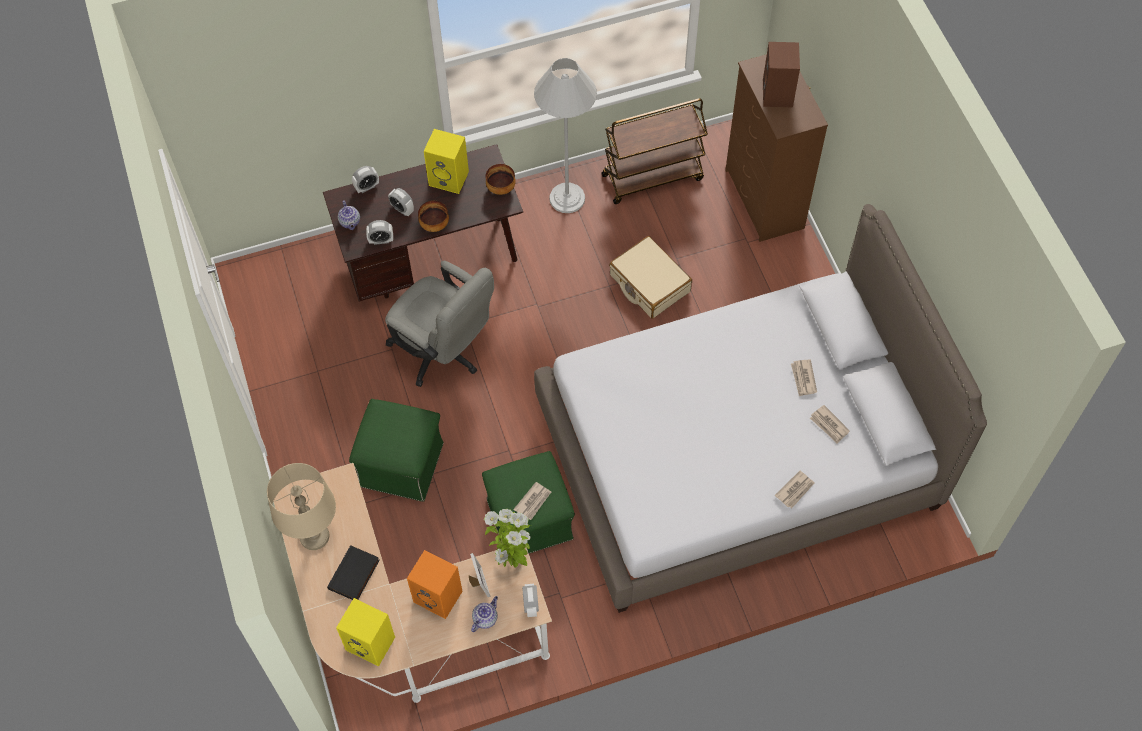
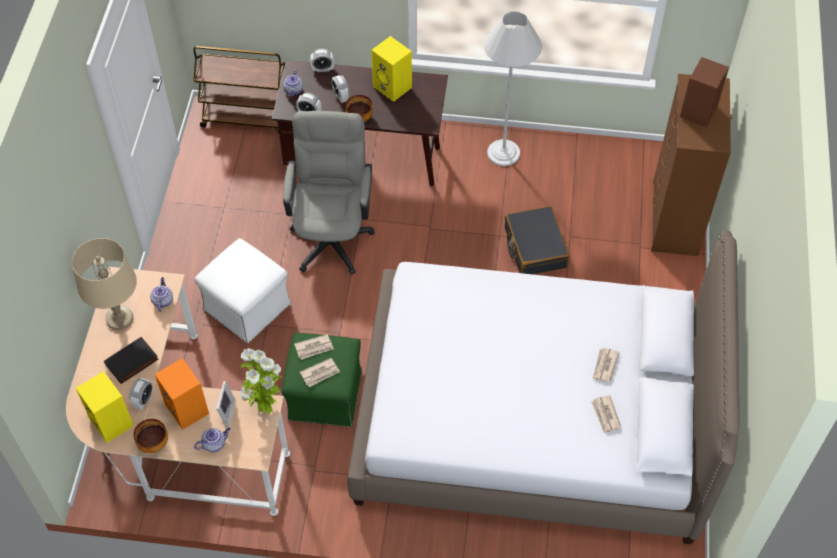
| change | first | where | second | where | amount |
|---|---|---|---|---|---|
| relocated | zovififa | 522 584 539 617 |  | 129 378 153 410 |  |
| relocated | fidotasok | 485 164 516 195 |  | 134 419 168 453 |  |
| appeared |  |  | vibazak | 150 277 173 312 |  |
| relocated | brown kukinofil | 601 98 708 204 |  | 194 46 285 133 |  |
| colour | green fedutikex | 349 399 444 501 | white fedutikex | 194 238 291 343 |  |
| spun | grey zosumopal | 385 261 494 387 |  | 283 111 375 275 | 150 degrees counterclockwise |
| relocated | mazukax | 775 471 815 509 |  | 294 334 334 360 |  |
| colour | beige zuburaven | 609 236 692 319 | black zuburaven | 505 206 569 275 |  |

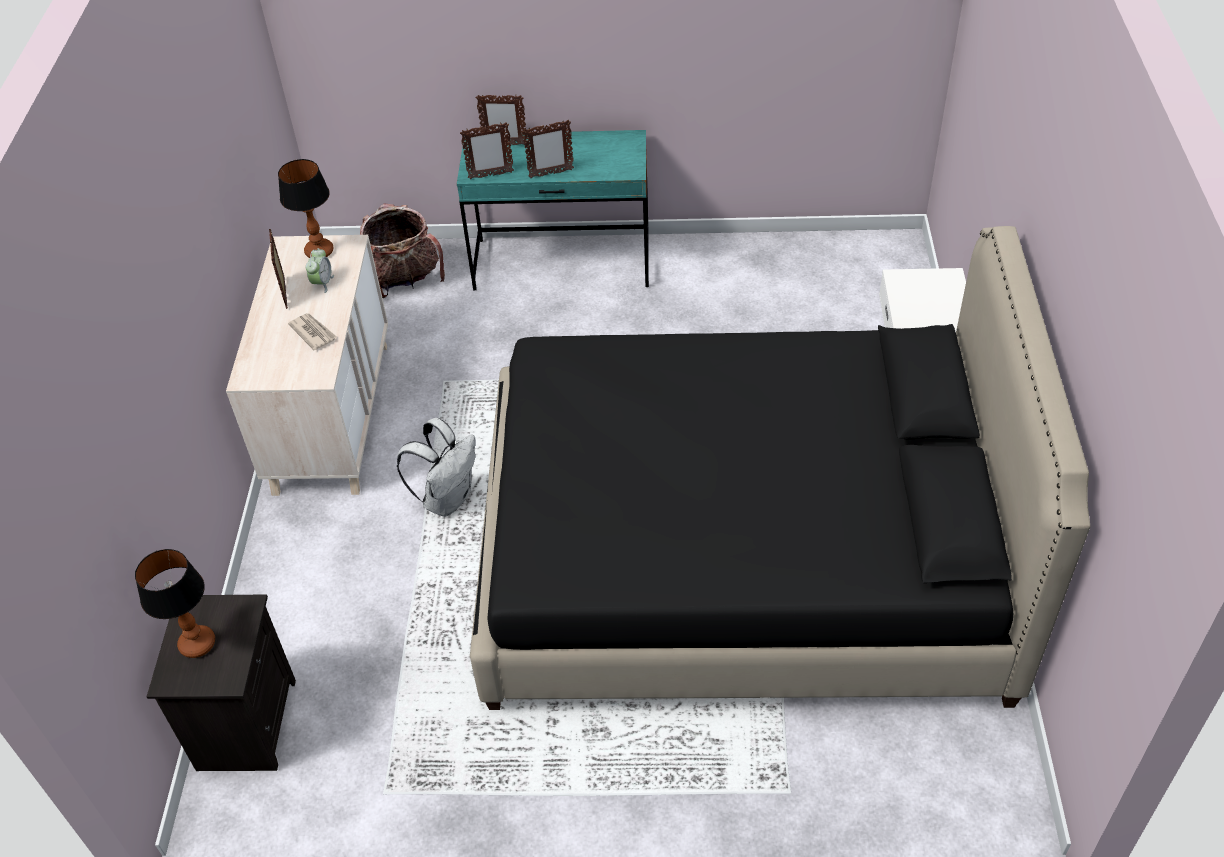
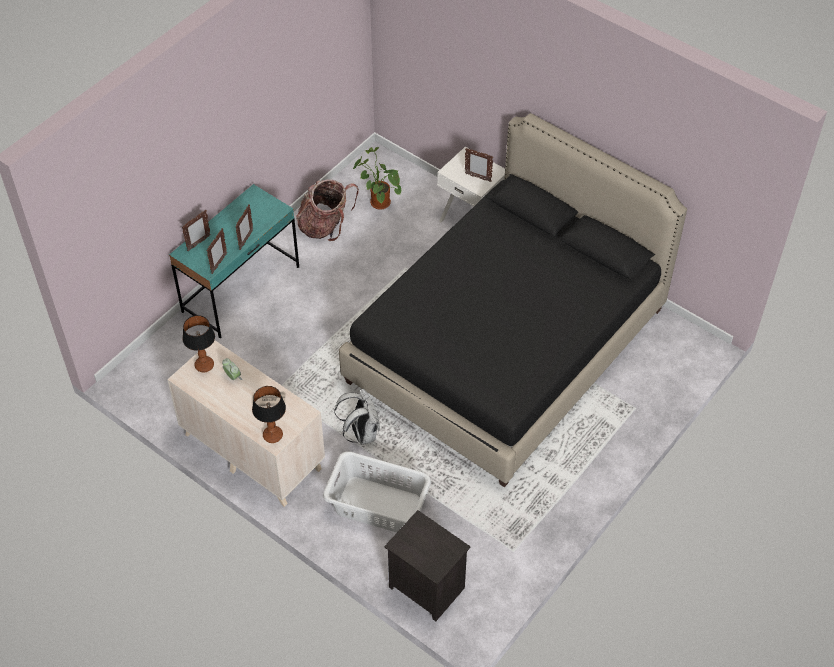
| change | first | where | second | where | amount |
|---|---|---|---|---|---|
| relocated | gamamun | 135 549 215 658 |  | 252 386 286 443 |  |
| relocated | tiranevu | 360 204 445 298 |  | 296 179 359 241 |  |
| appeared |  |  | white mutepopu | 323 451 431 533 |  |
| appeared |  |  | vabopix | 353 147 401 210 |  |
| relocated | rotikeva | 269 229 288 309 |  | 465 148 493 182 |  |

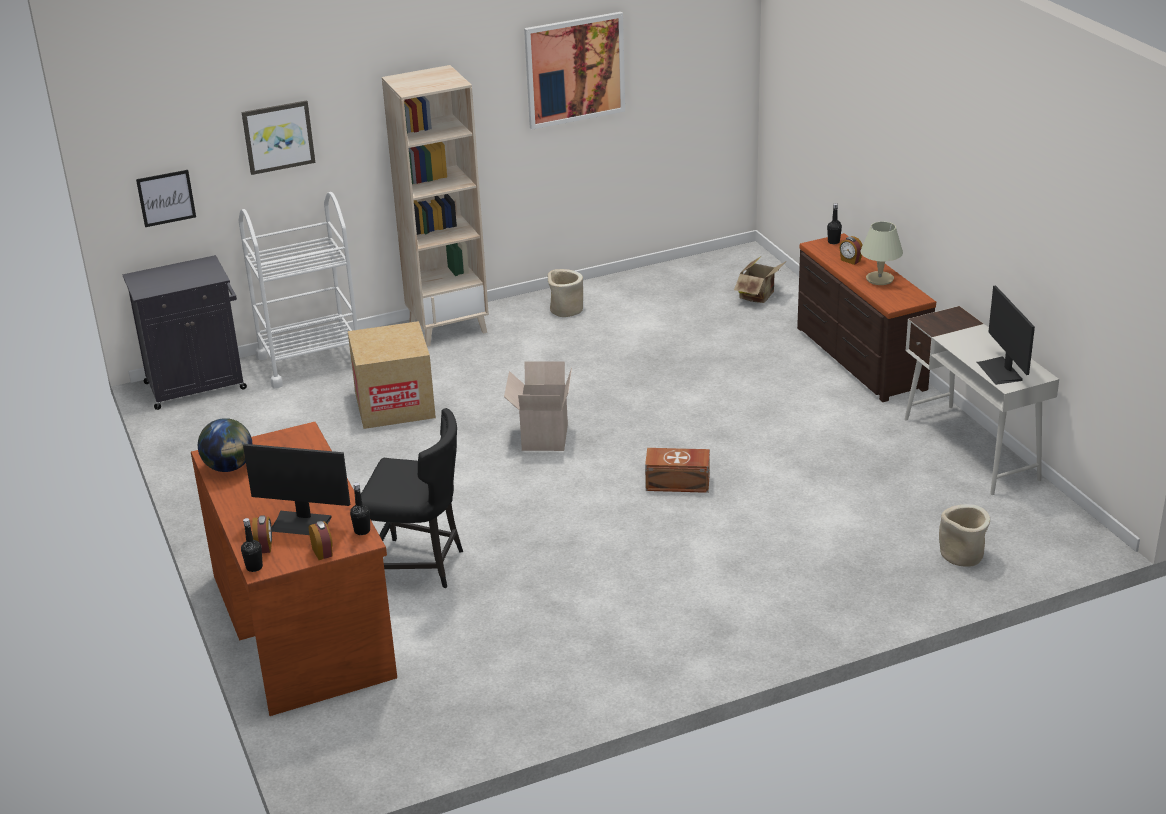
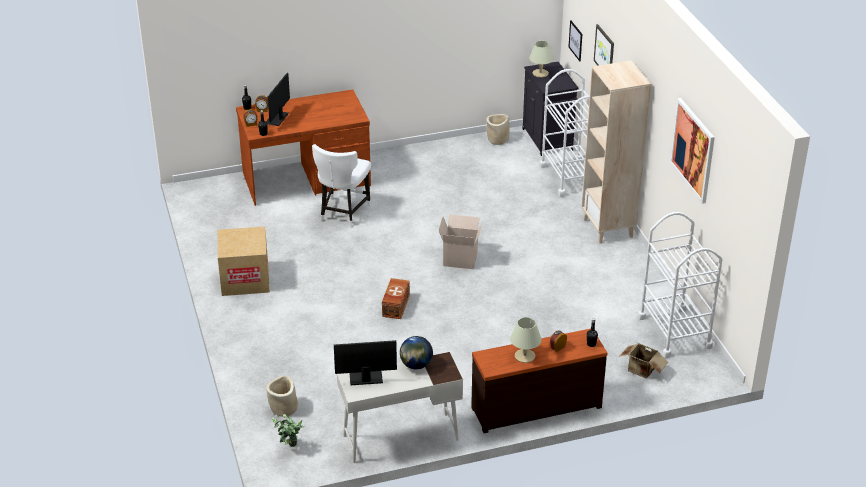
| change | first | where | second | where | amount |
|---|---|---|---|---|---|
| relocated | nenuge | 348 321 436 429 |  | 218 226 270 296 |  |
| appeared |  |  | vabopix | 272 414 304 447 |  |
| colour | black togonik | 361 408 463 588 | white togonik | 312 144 371 227 |  |
| relocated | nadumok | 198 418 252 472 |  | 400 336 433 369 |  |
| relocated | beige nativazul | 547 269 583 317 |  | 486 114 510 145 |  |
| appeared |  |  | beige gamamun | 529 41 554 78 |  |
| appeared |  |  | white kukinofil | 638 212 723 358 |  |

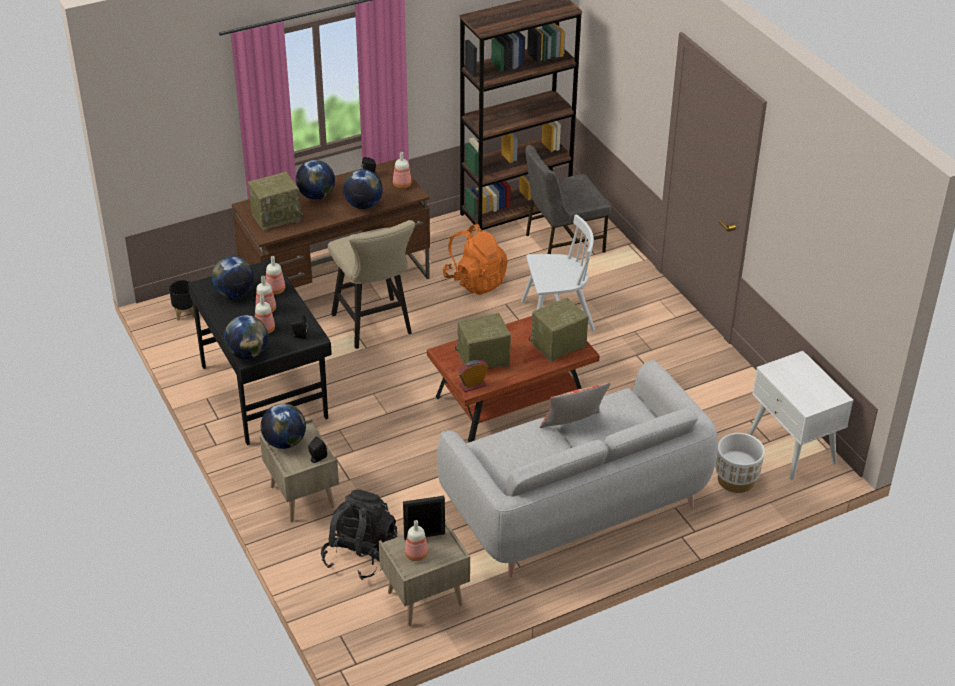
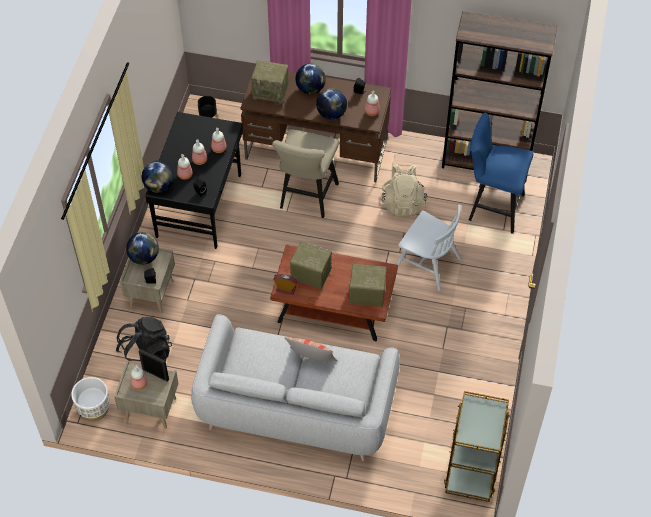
| change | first | where | second | where | amount |
|---|---|---|---|---|---|
| relocated | white nativazul | 716 433 765 493 |  | 71 377 110 421 |  |
| colour | orange tiranevu | 443 224 508 295 | beige tiranevu | 382 164 427 217 |  |
| exchanged | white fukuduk | 748 351 853 480 | brown kukinofil | 444 391 510 502 |  |
| exchanged | grey togonik | 525 145 611 254 | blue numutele | 469 113 533 234 |  |
| missing | nadumok | 211 256 254 299 |  |  |  |

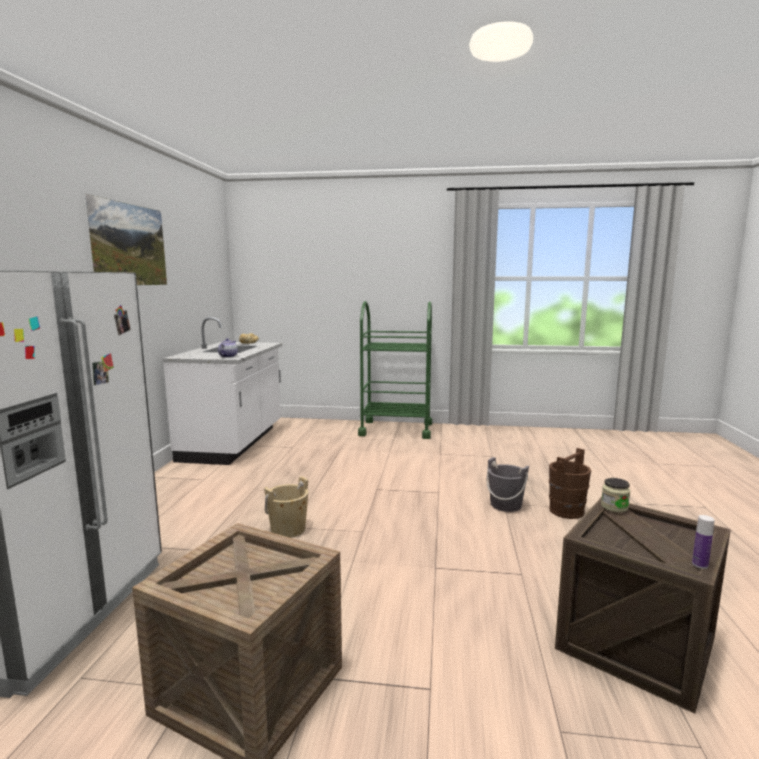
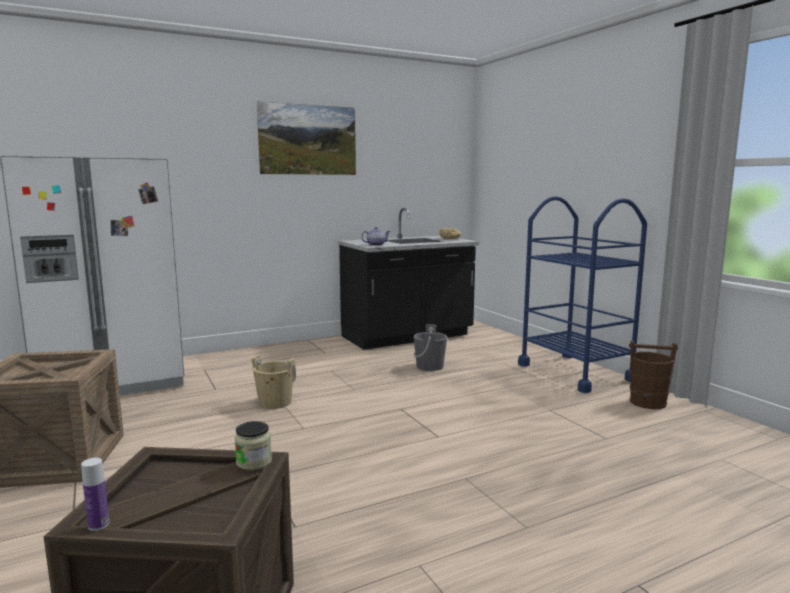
| change | first | where | second | where | amount |
|---|---|---|---|---|---|
| colour | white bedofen | 162 317 282 465 | black bedofen | 338 208 479 350 |  |
| relocated | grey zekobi | 487 457 529 512 |  | 413 325 447 371 |  |
| colour | green kukinofil | 358 301 432 439 | blue kukinofil | 518 196 647 393 |  |
| relocated | brown zekobi | 549 448 591 519 |  | 629 340 678 409 |  |

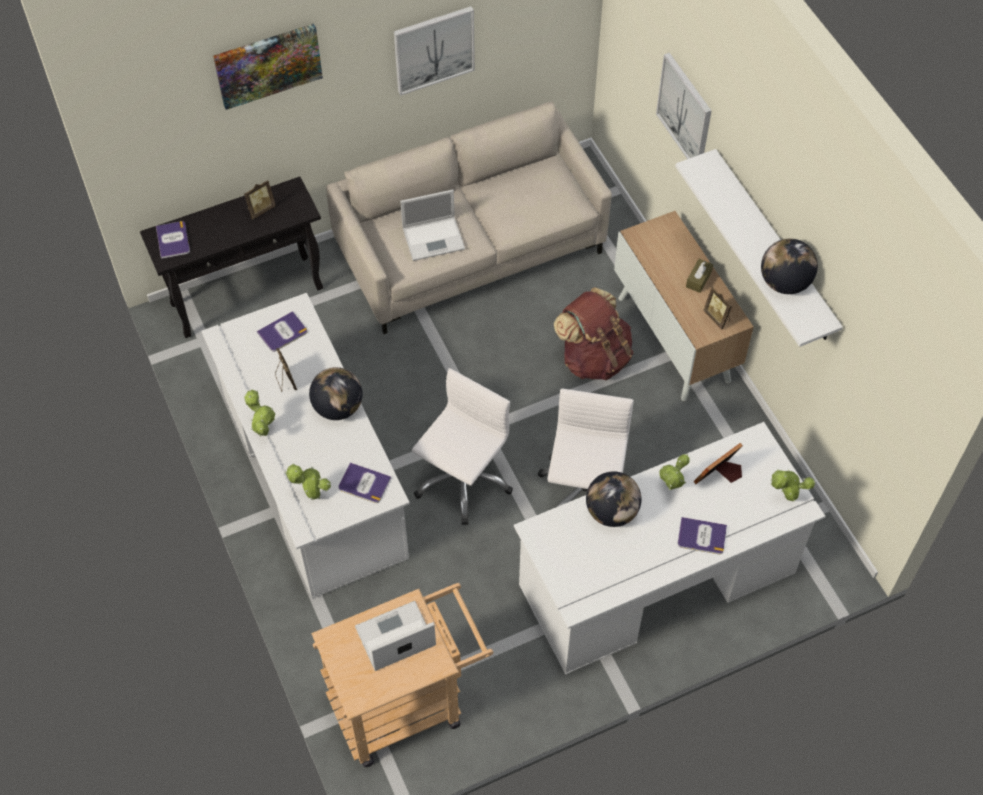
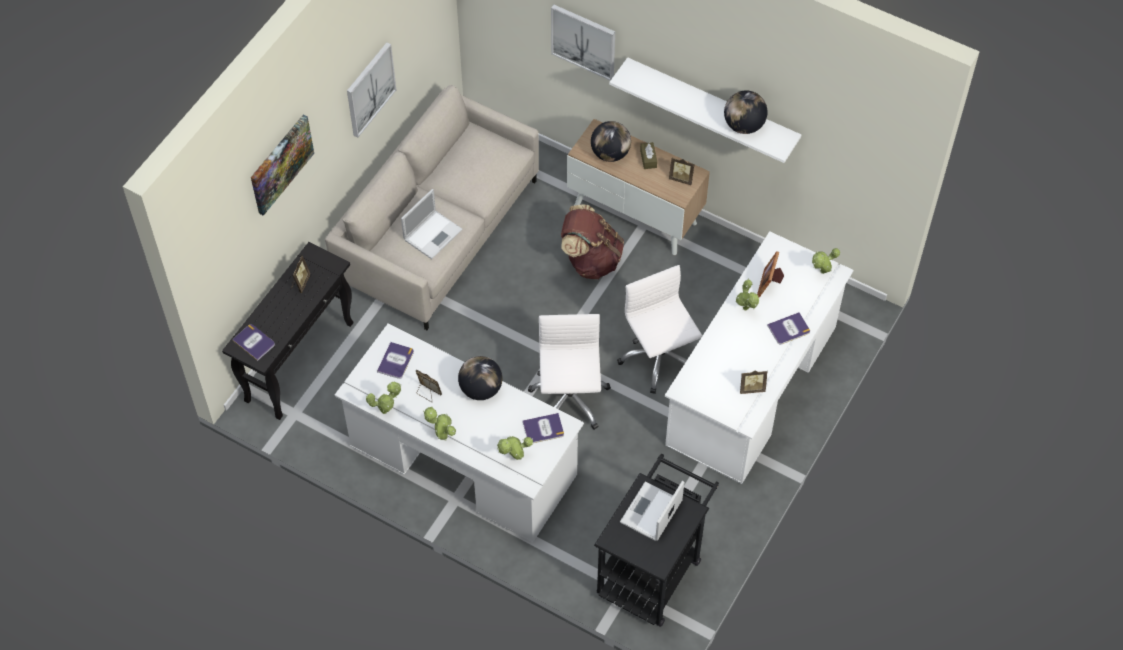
| change | first | where | second | where | amount |
|---|---|---|---|---|---|
| appeared |  |  | vabopix | 366 382 401 414 |  |
| relocated | nadumok | 586 471 641 527 |  | 591 121 631 162 |  |
| colour | beige kukinofil | 311 583 494 767 | black kukinofil | 594 454 719 627 |  |
| appeared |  |  | rotikeva | 740 371 768 394 |  |

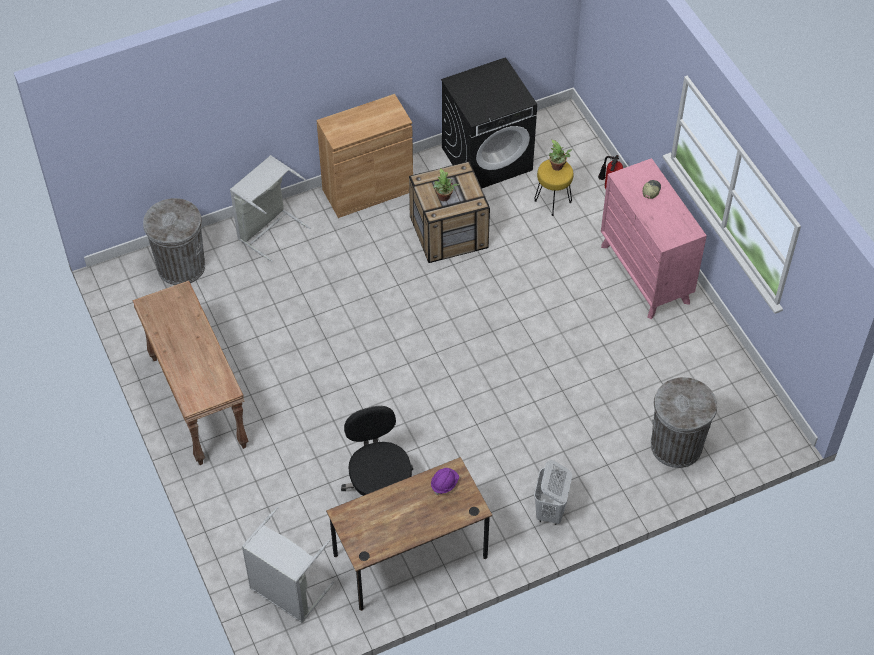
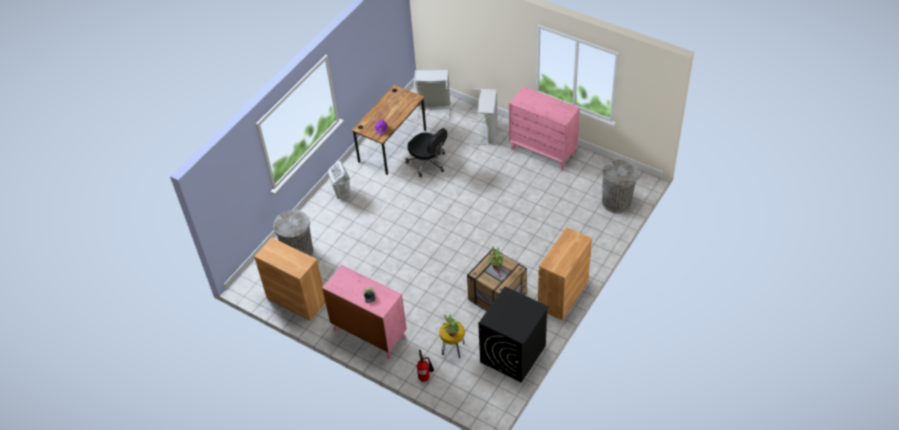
| change | first | where | second | where | amount |
|---|---|---|---|---|---|
| appeared |  |  | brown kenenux | 254 238 325 321 |  |
| relocated | grey mutepopu | 230 155 310 262 |  | 465 88 498 145 |  |
| exchanged | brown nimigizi | 133 281 248 465 | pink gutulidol | 509 86 580 171 |  |

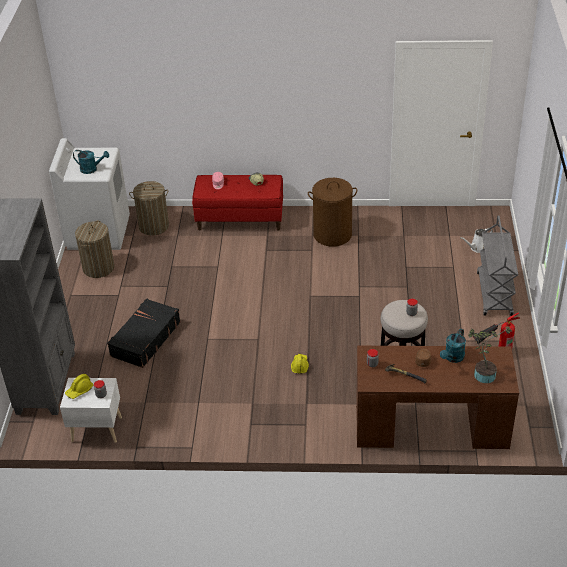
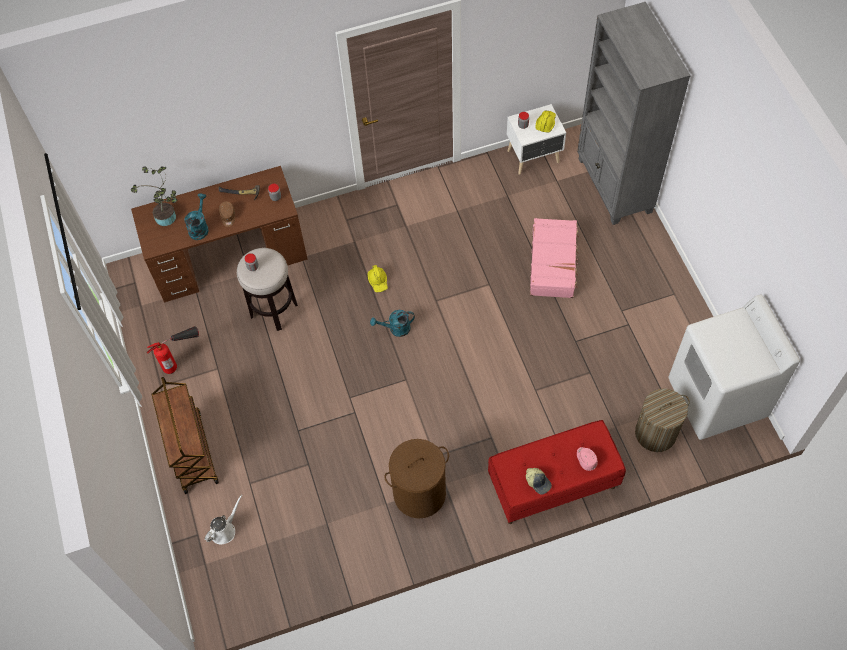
| change | first | where | second | where | amount |
|---|---|---|---|---|---|
| colour | grey kukinofil | 477 216 518 316 | brown kukinofil | 152 377 219 494 |  |
| relocated | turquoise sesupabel | 73 150 109 174 |  | 370 310 415 337 |  |
| colour | black zuburaven | 107 298 181 368 | pink zuburaven | 530 218 579 298 |  |
| missing | mutepopu | 75 221 115 278 |  |  |  |

